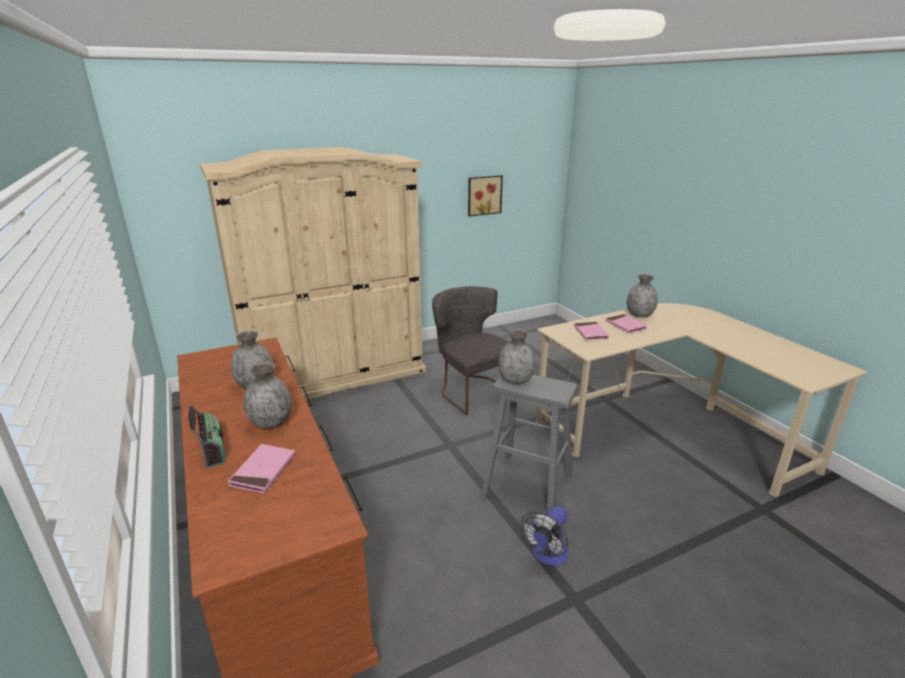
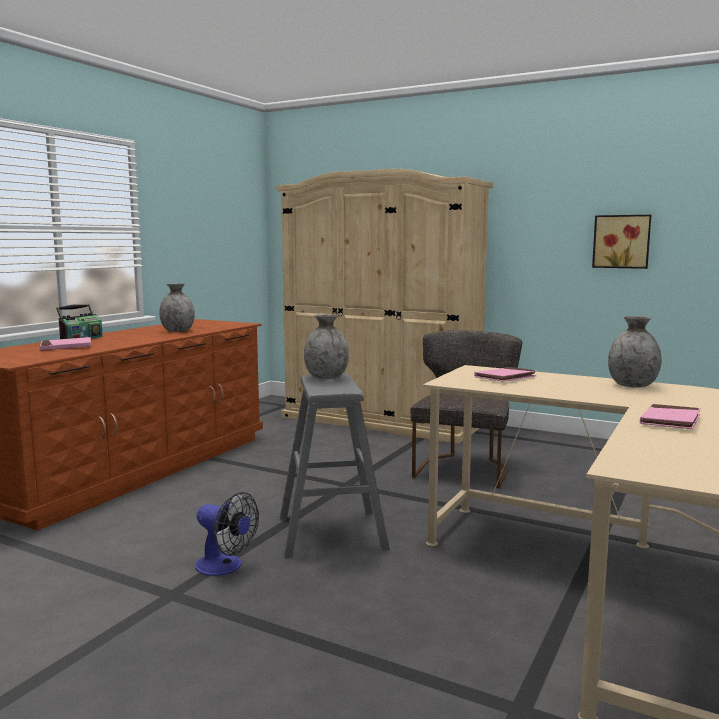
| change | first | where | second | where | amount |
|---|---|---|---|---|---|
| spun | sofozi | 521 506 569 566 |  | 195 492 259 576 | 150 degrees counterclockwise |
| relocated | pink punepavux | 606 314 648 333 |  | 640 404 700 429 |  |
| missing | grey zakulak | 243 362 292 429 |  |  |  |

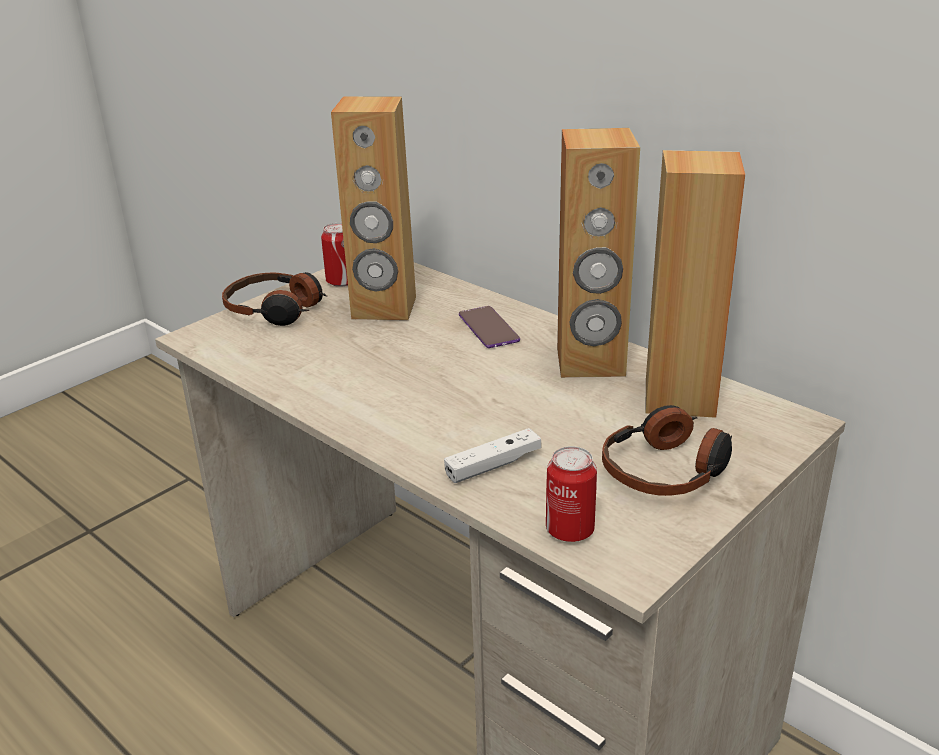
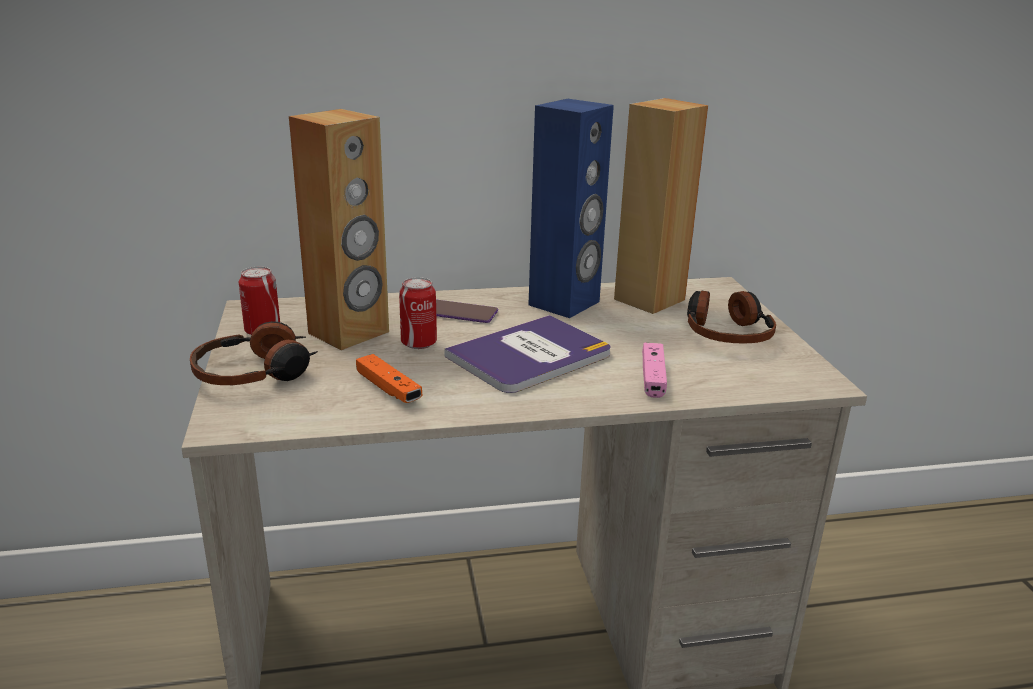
| change | first | where | second | where | amount |
|---|---|---|---|---|---|
| appeared |  |  | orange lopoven | 356 354 422 403 |  |
| relocated | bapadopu | 546 446 597 542 |  | 399 277 437 349 |  |
| appeared |  |  | punepavux | 444 315 611 393 |  |
| colour | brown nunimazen | 557 128 640 378 | blue nunimazen | 528 99 614 318 |  |
| colour | white lopoven | 444 428 541 483 | pink lopoven | 642 343 667 398 |  |

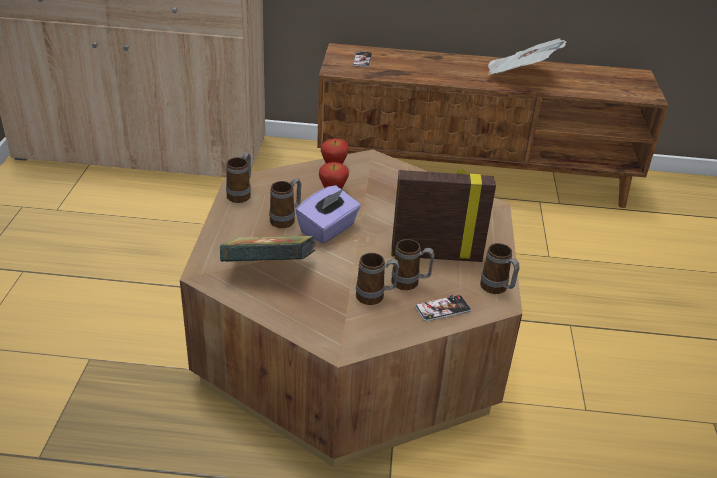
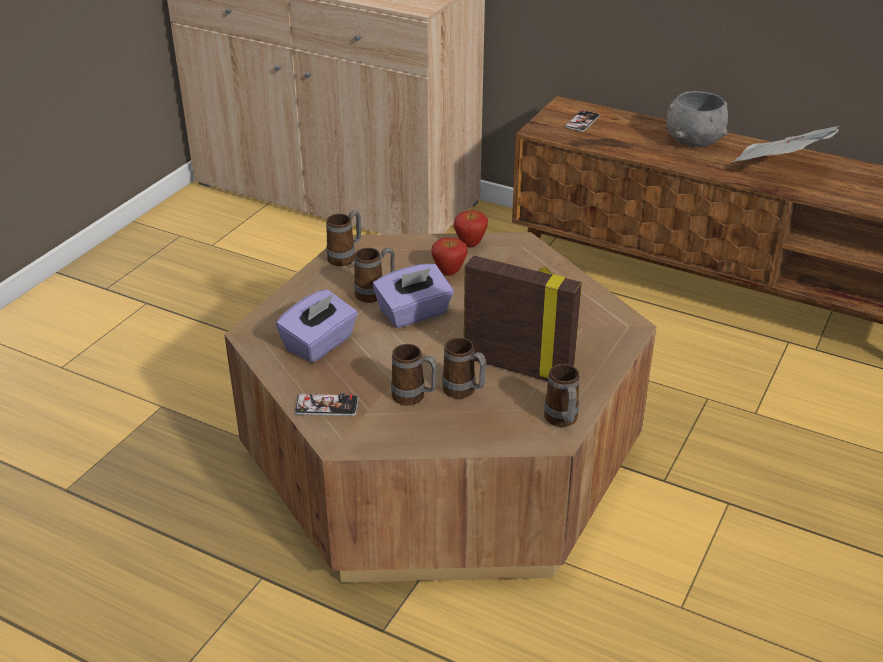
| change | first | where | second | where | amount |
|---|---|---|---|---|---|
| exchanged | punepavux | 220 236 316 262 | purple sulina | 276 289 358 363 |  |
| relocated | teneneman | 415 294 471 322 |  | 294 392 359 416 |  |
| appeared |  |  | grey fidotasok | 667 91 728 147 |  |

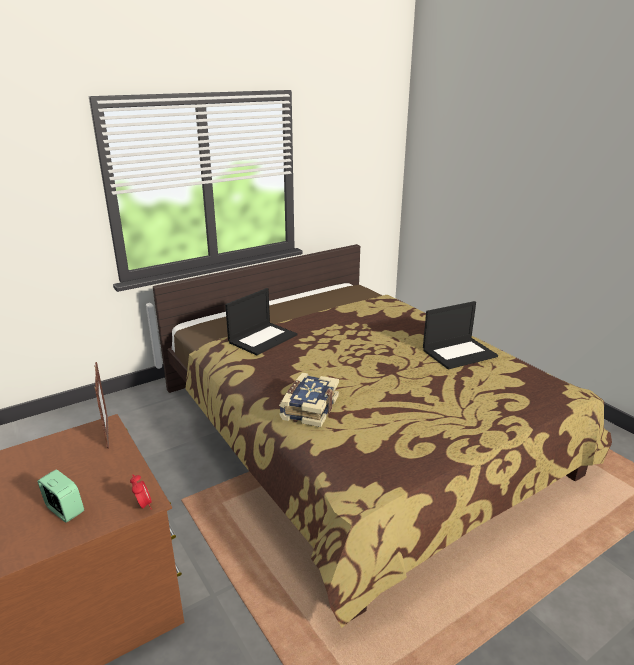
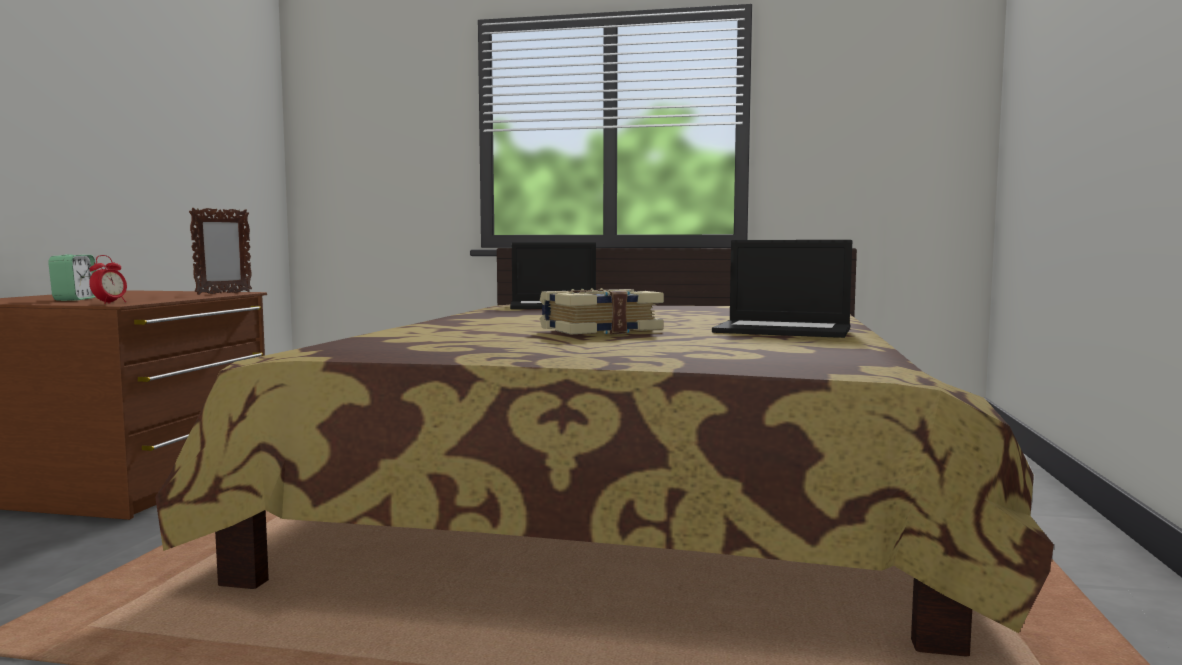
| change | first | where | second | where | amount |
|---|---|---|---|---|---|
| relocated | punepavux | 279 373 339 427 |  | 540 288 664 335 |  |

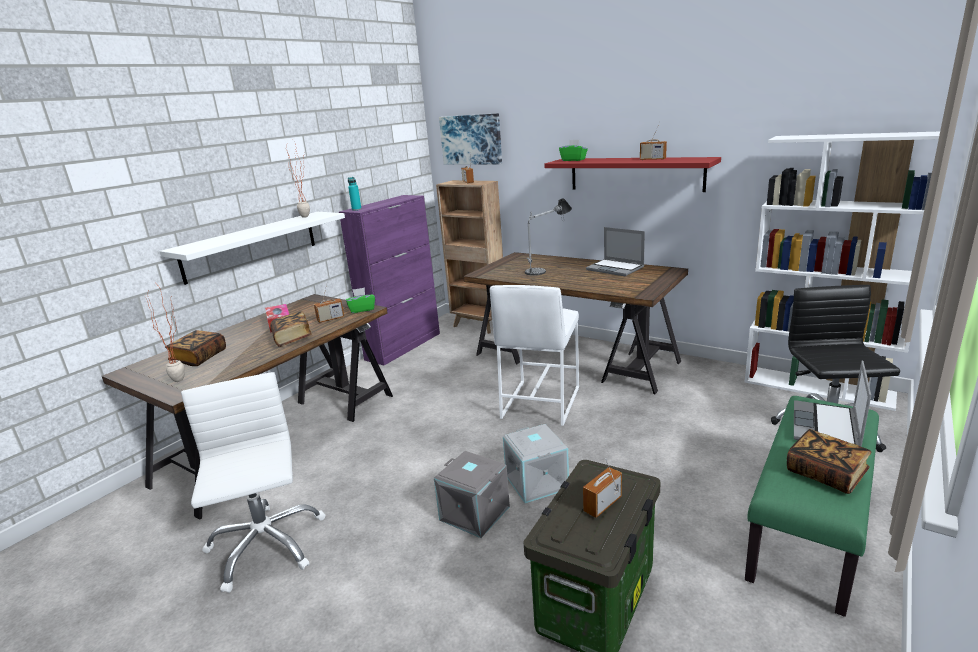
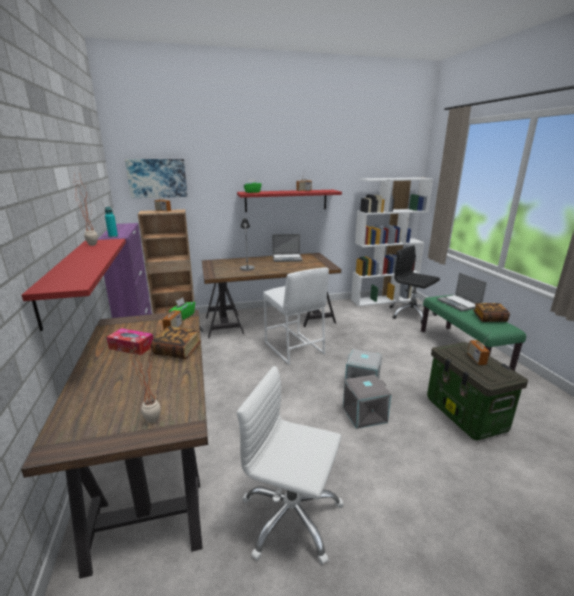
| change | first | where | second | where | amount |
|---|---|---|---|---|---|
| colour | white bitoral | 159 212 345 285 | red bitoral | 22 239 126 331 |  |
| missing | punepavux | 165 330 226 366 |  |  |  |

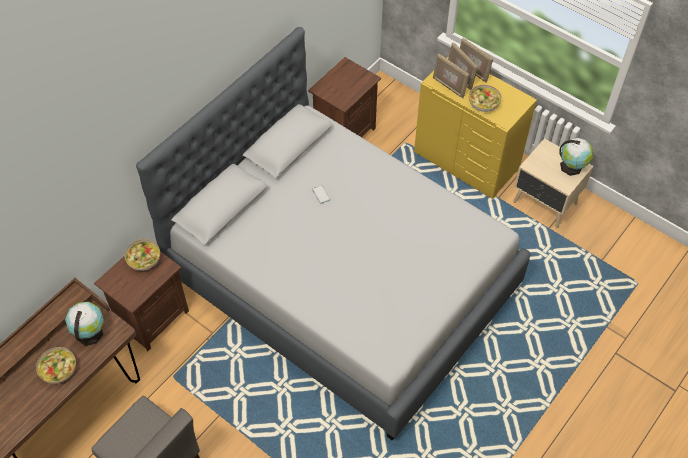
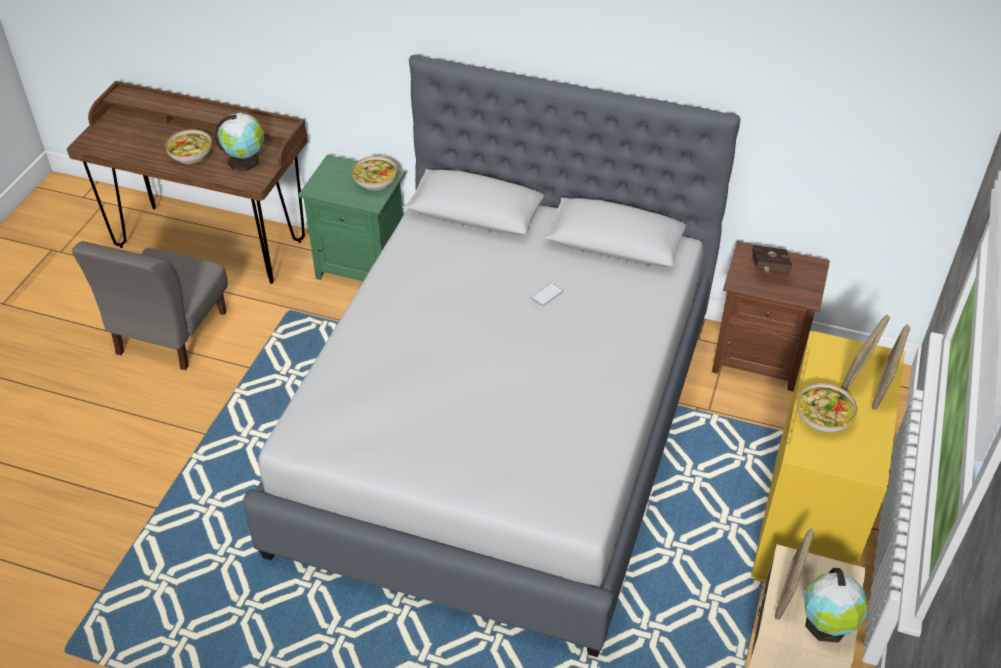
| change | first | where | second | where | amount |
|---|---|---|---|---|---|
| colour | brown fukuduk | 94 252 189 351 | green fukuduk | 298 155 406 281 |  |
| appeared |  |  | red punepavux | 752 245 792 274 |  |
| relocated | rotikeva | 433 54 470 99 |  | 775 528 815 620 |  |

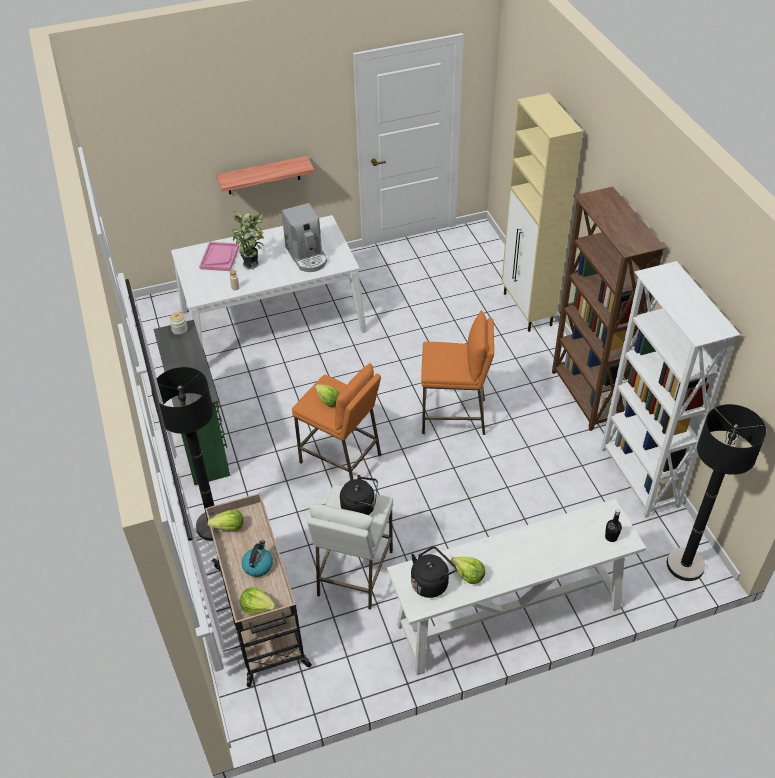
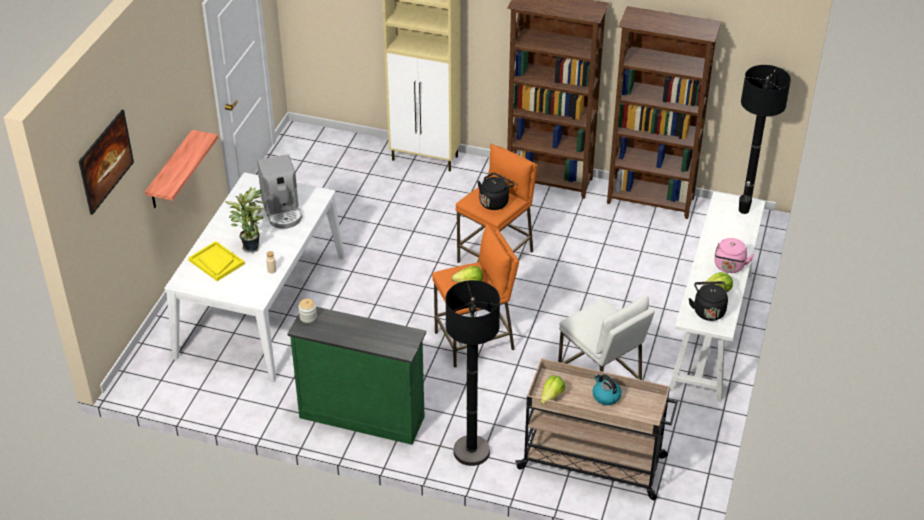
| change | first | where | second | where | amount |
|---|---|---|---|---|---|
| appeared |  |  | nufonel | 79 110 134 215 |  |
| colour | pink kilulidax | 199 242 240 271 | yellow kilulidax | 188 241 245 281 |  |
| spun | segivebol | 282 203 327 272 |  | 257 154 302 229 | 60 degrees clockwise |
| relocated | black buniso | 340 475 378 515 |  | 477 173 514 210 |  |
| colour | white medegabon | 601 261 740 518 | brown medegabon | 607 6 722 219 |  |
| appeared |  |  | pink buniso | 714 238 754 273 |  |
| missing | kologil | 240 587 276 615 |  |  |  |

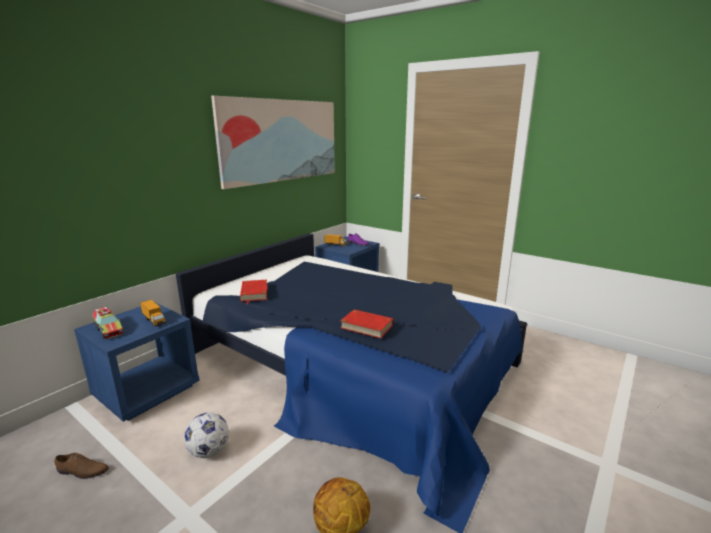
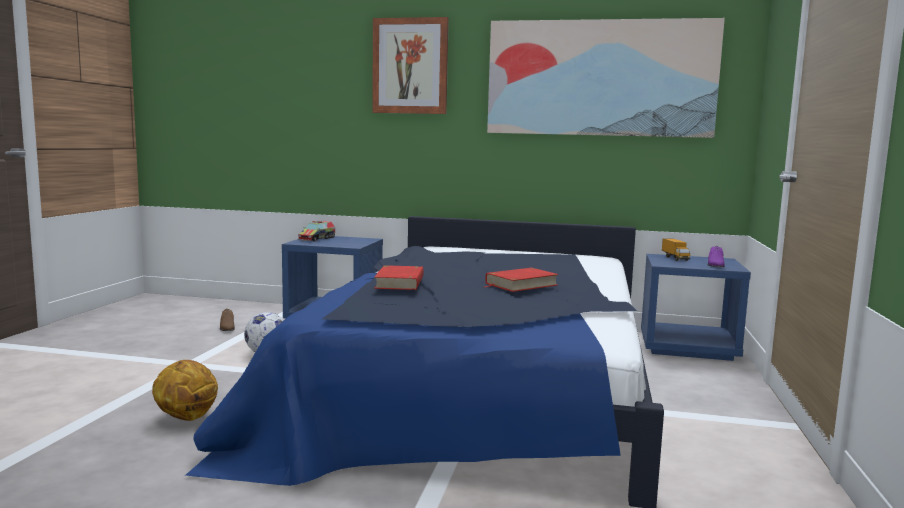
| change | first | where | second | where | amount |
|---|---|---|---|---|---|
| appeared |  |  | nufonel | 372 17 449 114 |  |
| relocated | red punepavux | 240 280 267 304 |  | 485 268 559 292 |  |
| missing | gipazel | 140 300 166 327 |  |  |  |

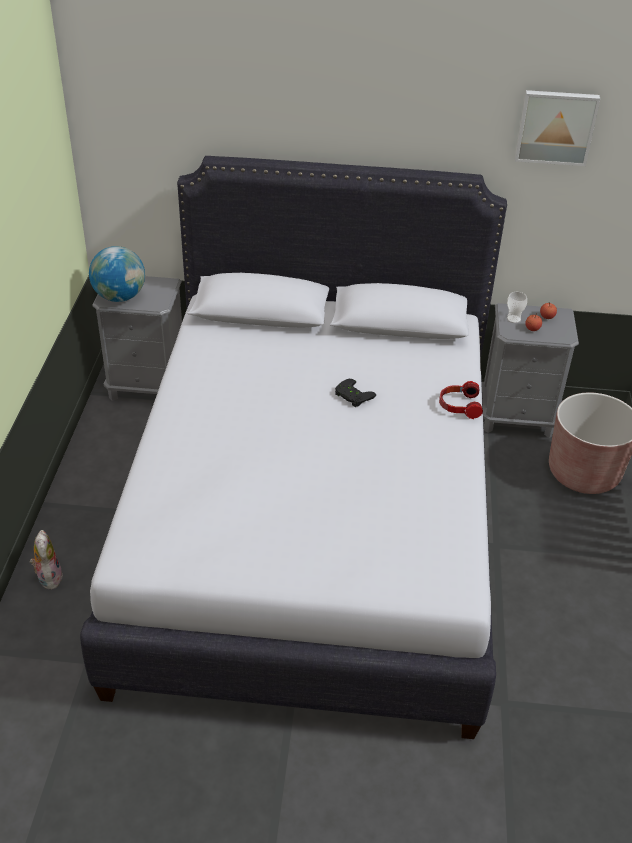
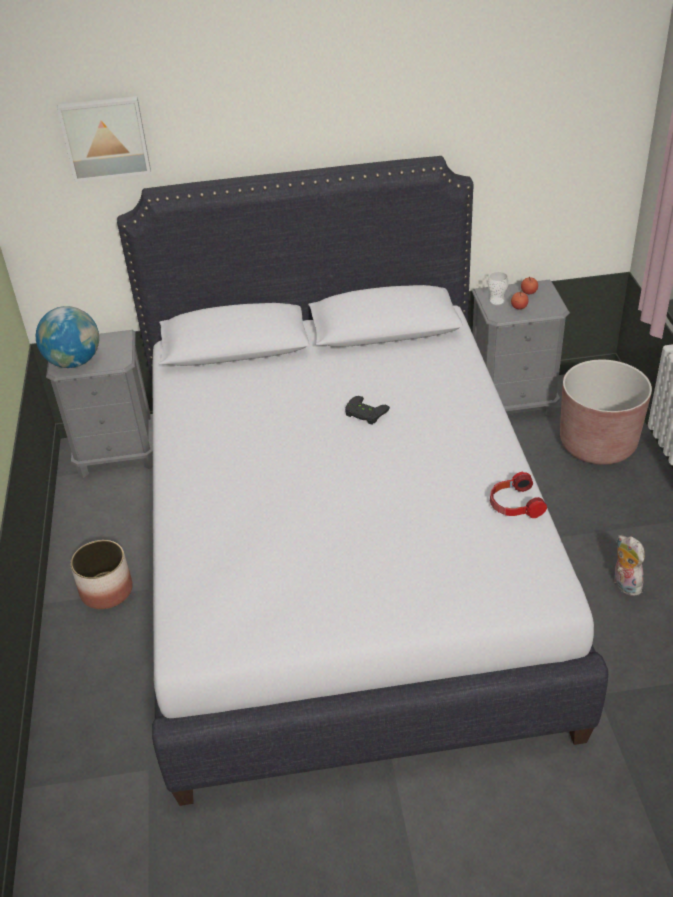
| change | first | where | second | where | amount |
|---|---|---|---|---|---|
| relocated | nufonel | 515 90 600 166 |  | 57 96 151 182 |  |
| appeared |  |  | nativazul | 70 540 133 609 |  |
| relocated | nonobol | 439 381 483 419 |  | 490 471 547 518 |  |
| relocated | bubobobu | 30 530 63 589 |  | 614 535 645 596 |  |

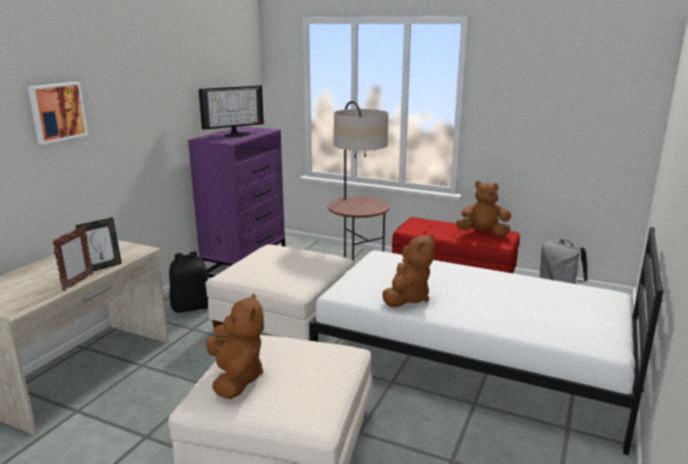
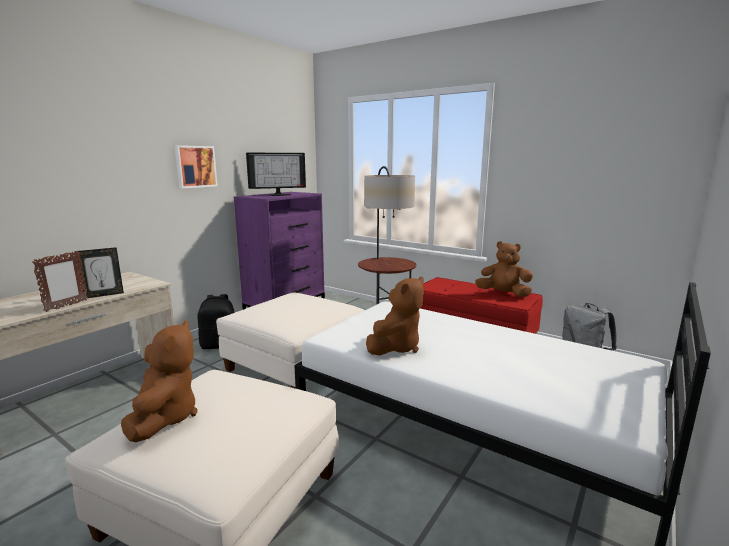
| change | first | where | second | where | amount |
|---|---|---|---|---|---|
| relocated | nufonel | 28 82 88 144 |  | 174 145 218 188 |  |

